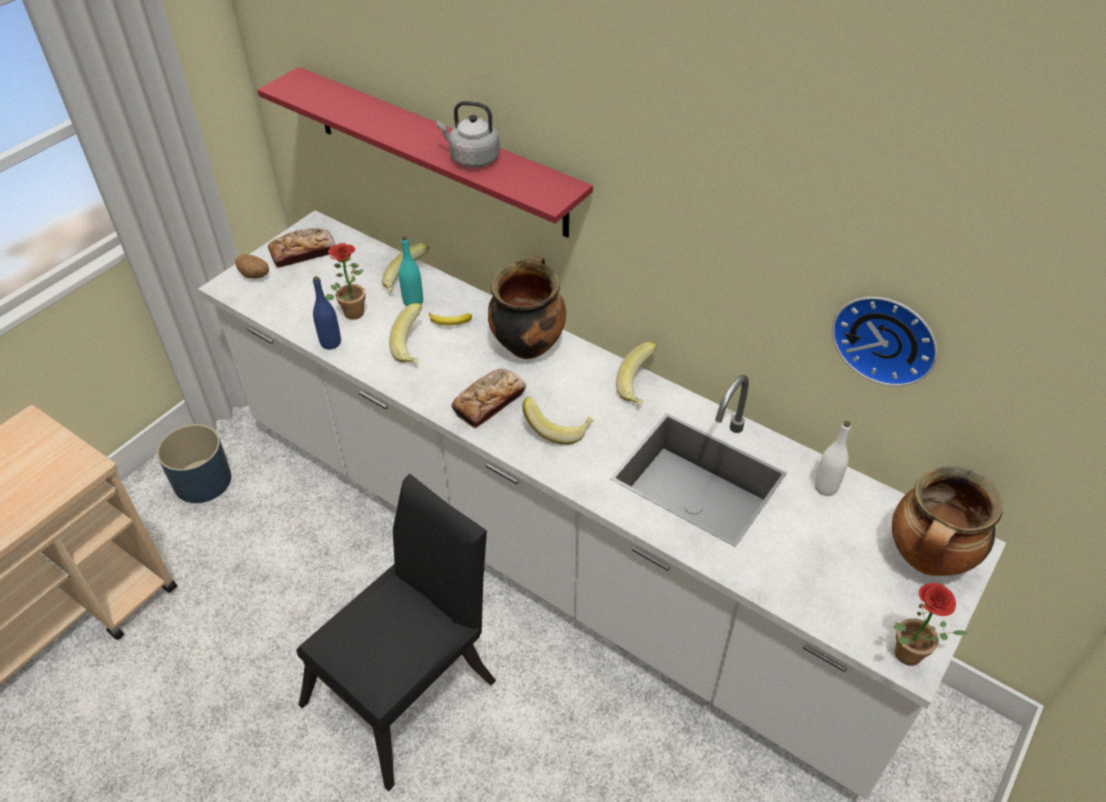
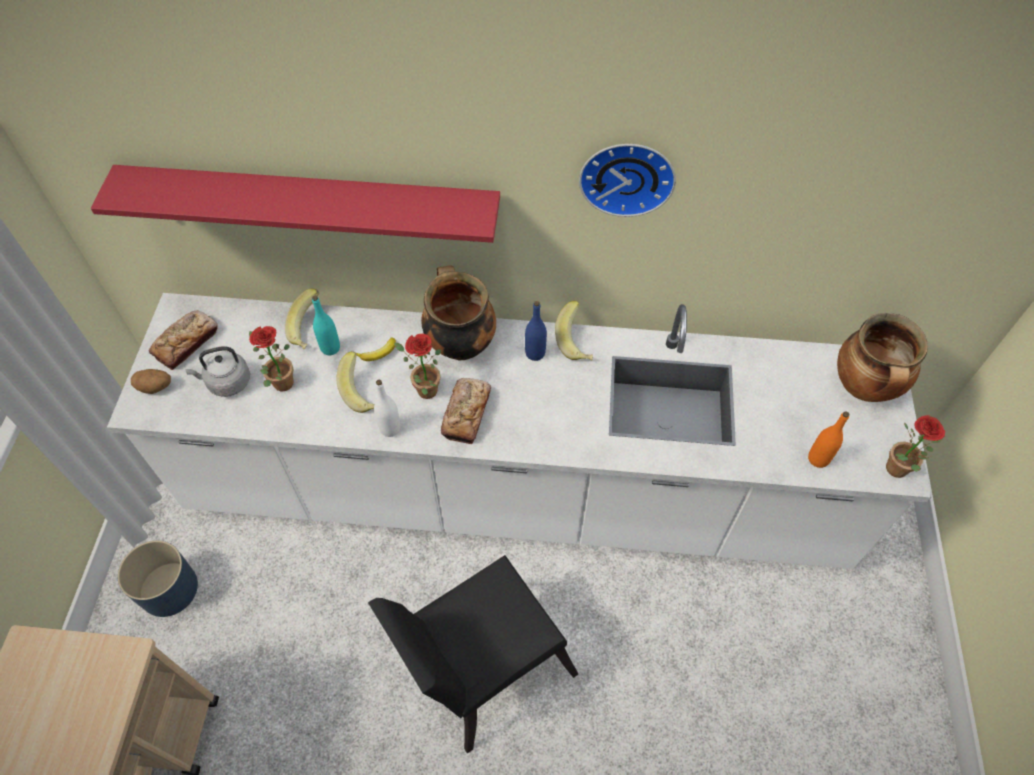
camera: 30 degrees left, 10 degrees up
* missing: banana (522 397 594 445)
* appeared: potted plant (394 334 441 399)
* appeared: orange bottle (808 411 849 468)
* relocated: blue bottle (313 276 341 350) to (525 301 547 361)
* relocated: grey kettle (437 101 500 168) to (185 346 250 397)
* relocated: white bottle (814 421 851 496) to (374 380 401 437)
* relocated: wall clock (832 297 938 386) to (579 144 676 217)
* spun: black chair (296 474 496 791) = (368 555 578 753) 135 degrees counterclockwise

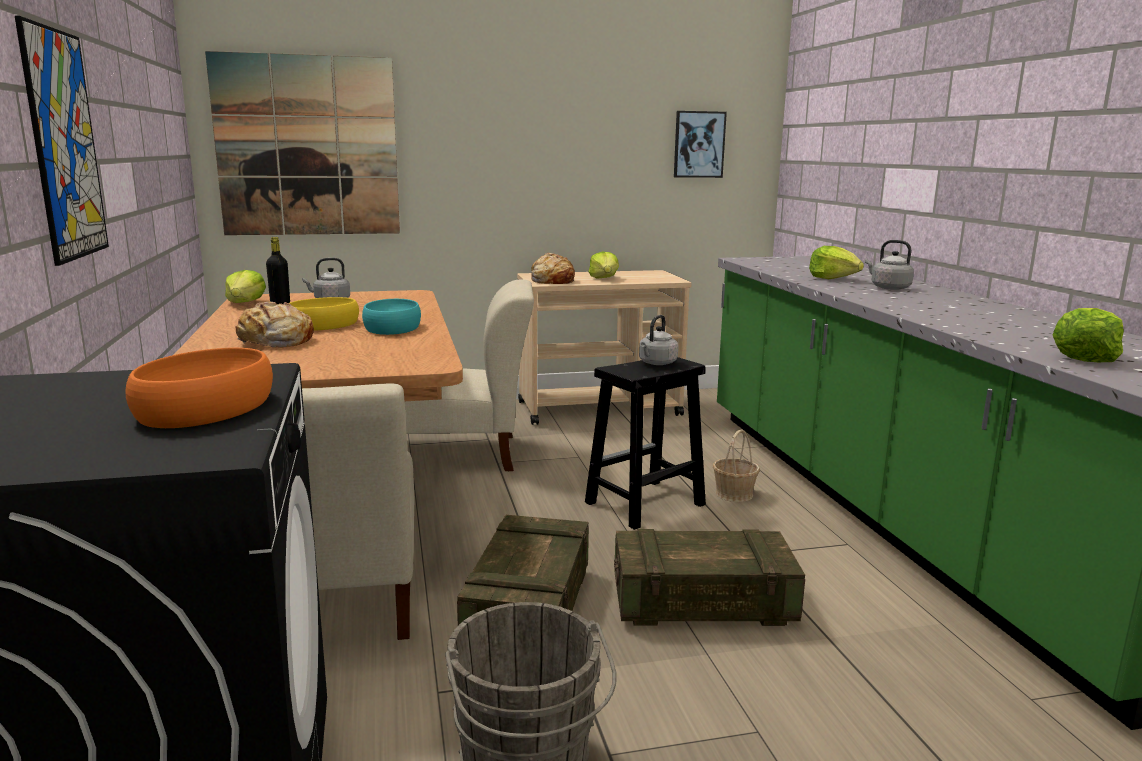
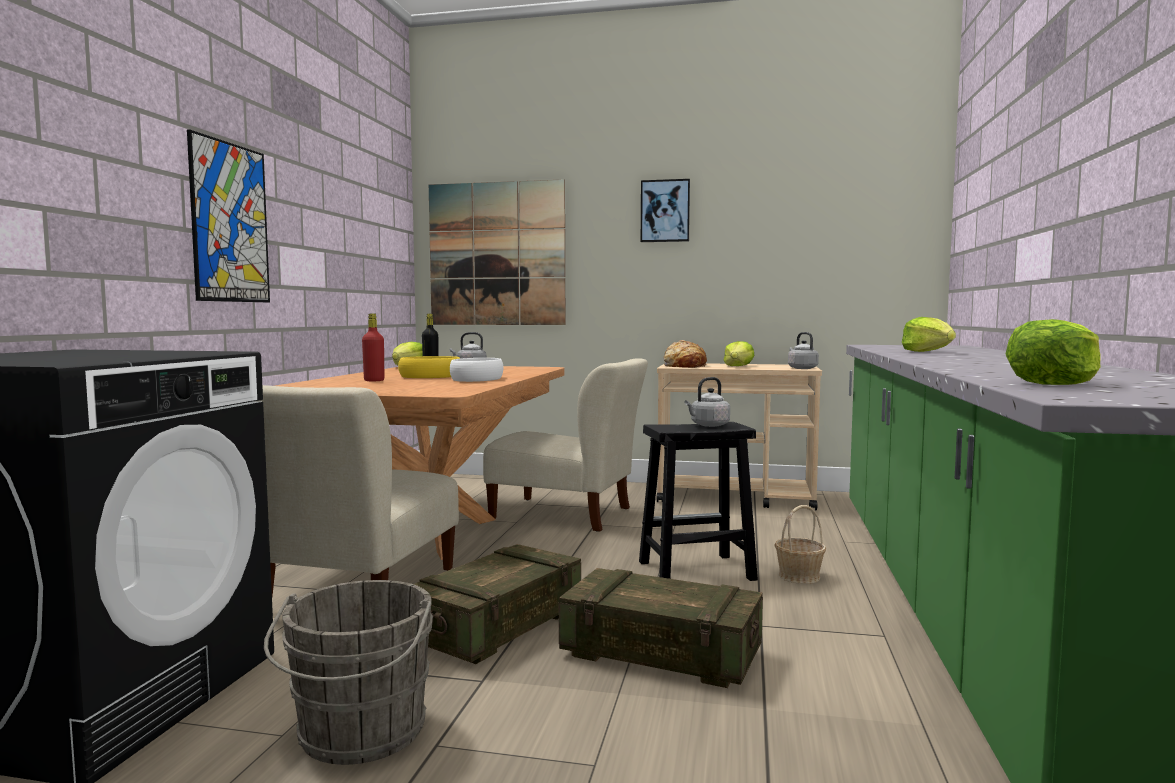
camera: 25 degrees right, 10 degrees down
* missing: orange bowl (125 348 273 428)
* relocated: picture (674 111 727 178) to (641 179 690 242)
* relocated: grey kettle (865 240 914 290) to (788 332 819 369)
* exchanged: bread (235 302 314 348) to red bottle (362 313 384 381)
* colour: turquoise bowl (362 299 421 335) to white bowl (450 358 504 382)

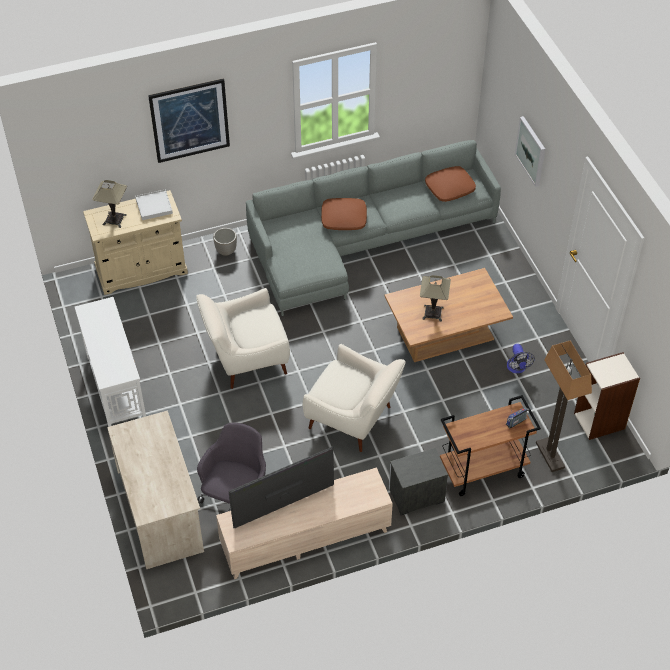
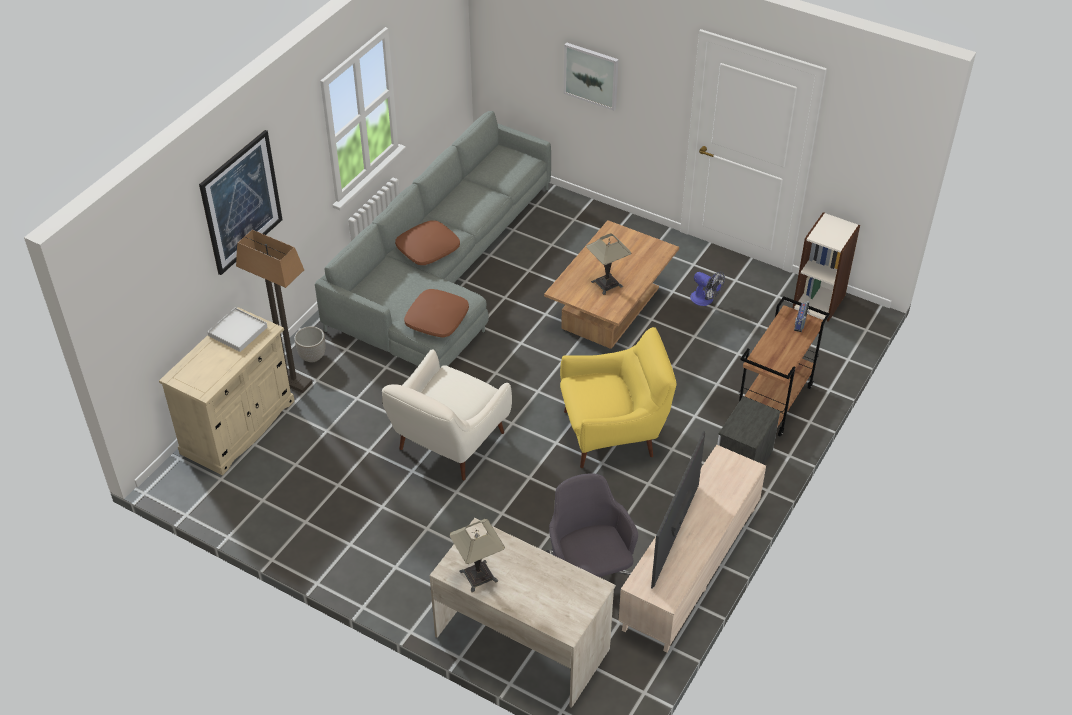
camera: 40 degrees left, 5 degrees down
* missing: white console table (75 297 146 427)
* relocated: table lamp (92 180 127 228) to (449 519 505 592)
* relocated: brown pillow (425 166 476 202) to (404 289 469 338)
* relocated: floor lamp (536 340 592 472) to (236 230 313 393)
* colour: white armchair (303 344 405 452) to yellow armchair (560 327 677 468)

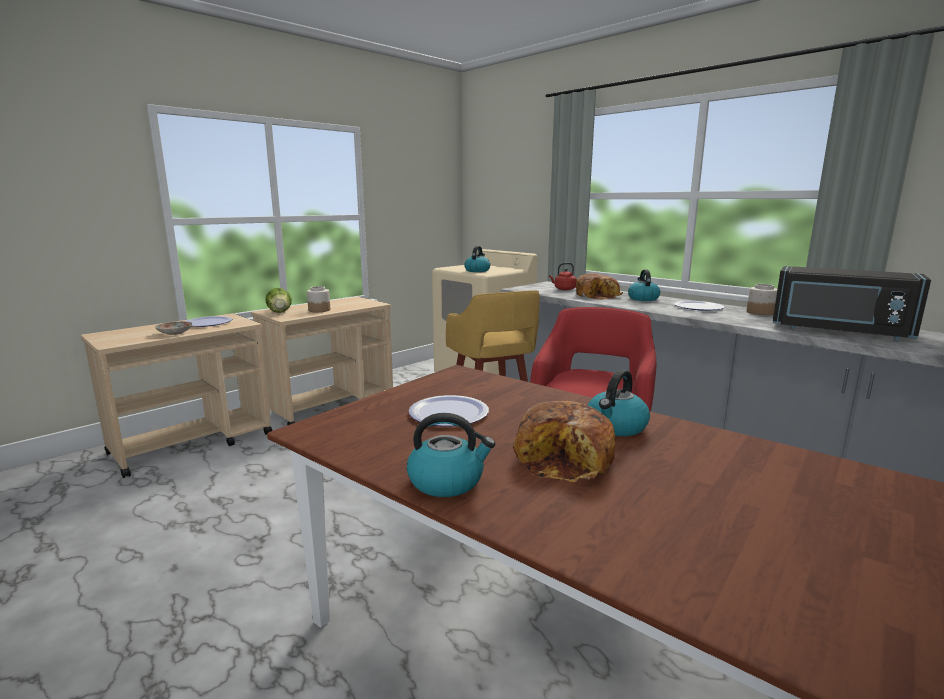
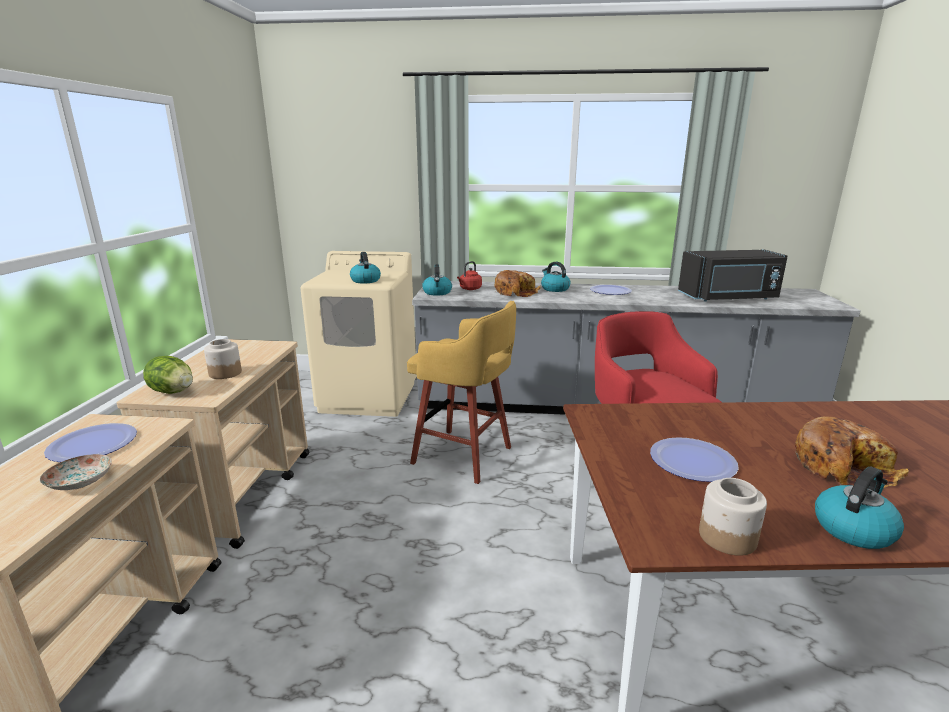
camera: 40 degrees left, 5 degrees up
* relocated: kettle (587 370 650 436) to (422 264 452 296)
* relocated: jar (746 284 777 315) to (699 478 767 556)

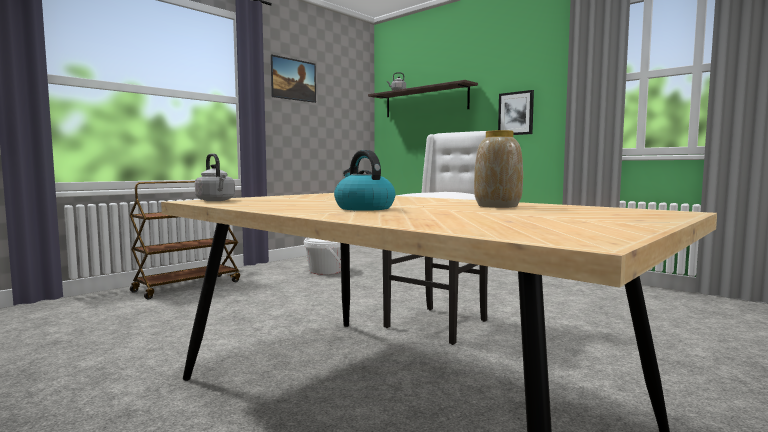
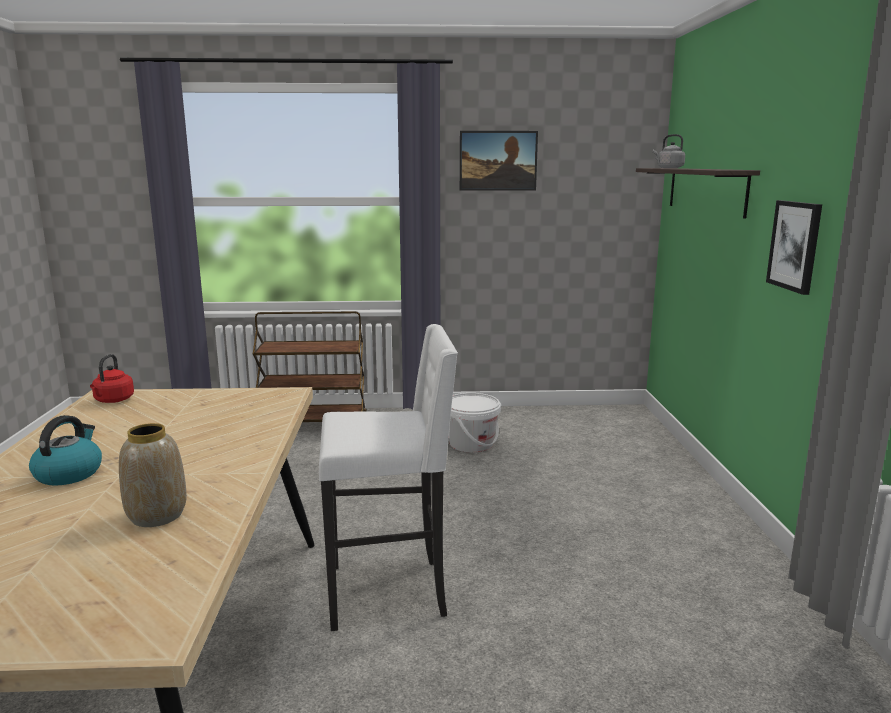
camera: 45 degrees right, 10 degrees up
* colour: grey kettle (195 153 235 201) to red kettle (90 354 134 403)

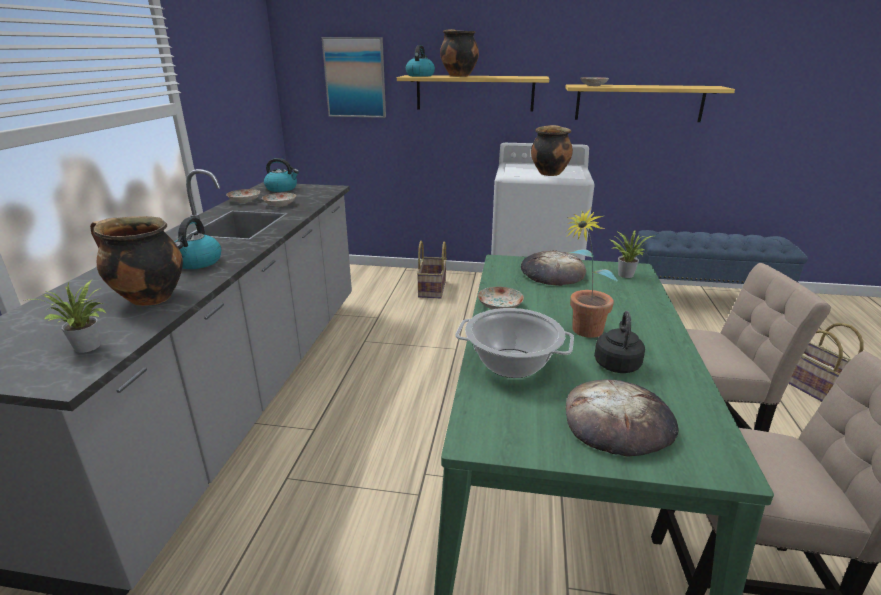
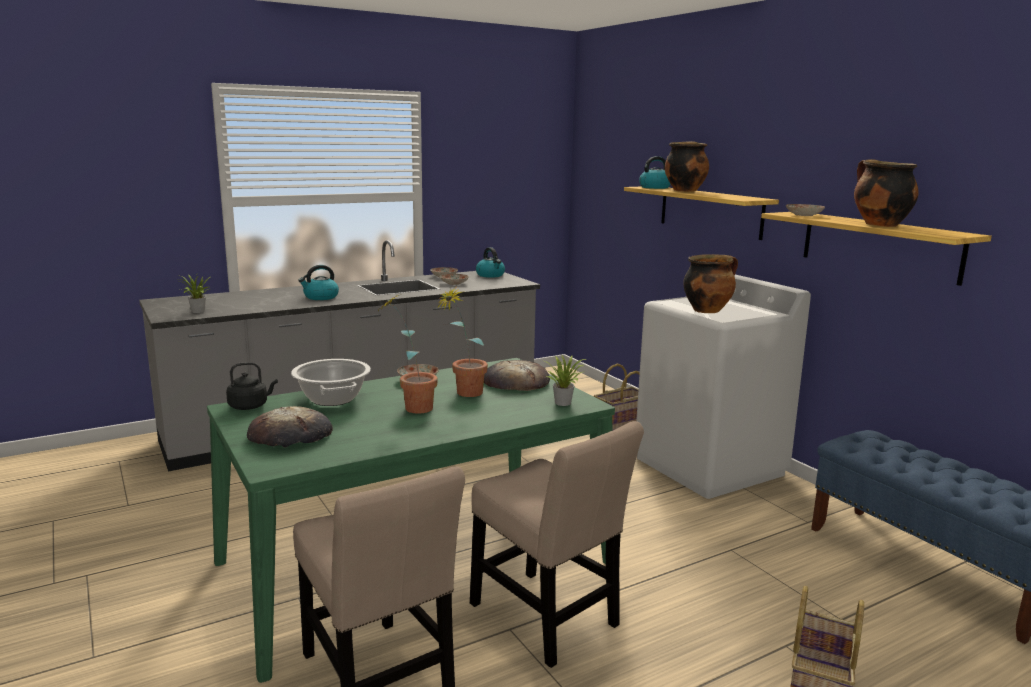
camera: 50 degrees right, 10 degrees down
* missing: picture (322 37 386 118)
* appeared: potted plant (436 286 488 397)
* relocated: cooking pot (90 216 183 306) to (854 159 919 227)
* relocated: black kettle (594 311 645 373) to (226 362 278 410)

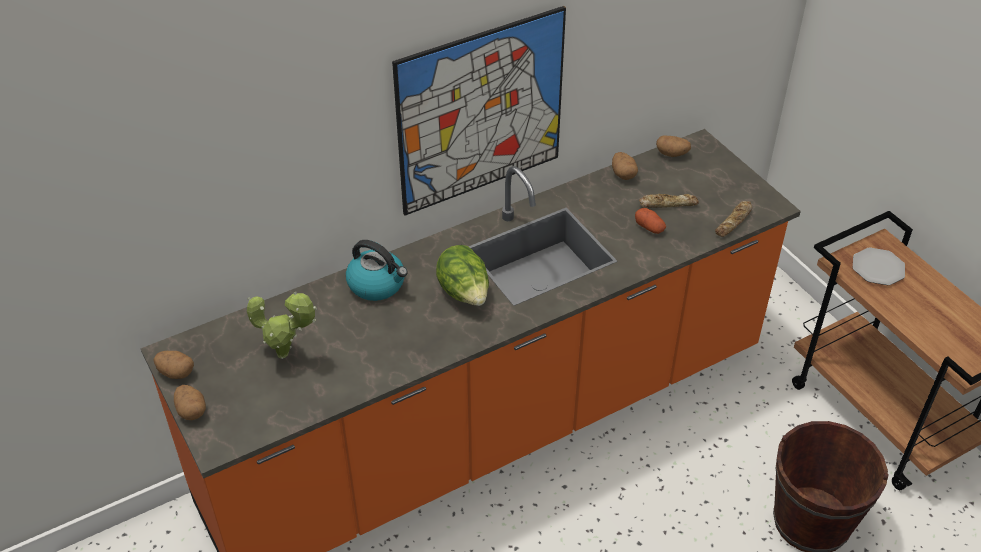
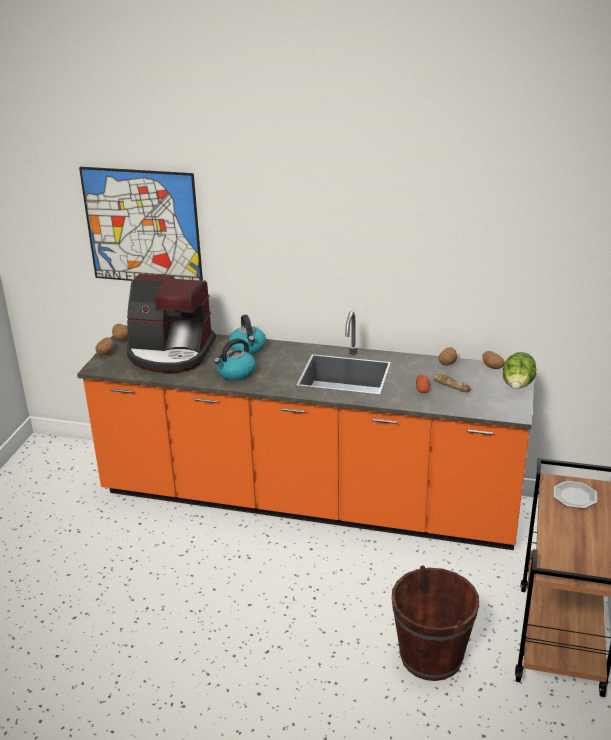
camera: 45 degrees right, 15 degrees down
* missing: bread (715 201 752 237)
* appeared: kettle (214 338 256 380)
* relocated: picture (392 6 566 216) to (79 167 203 281)
* relocated: lettuce (436 245 489 306) to (503 352 536 389)
* exchanged: potted plant (247 292 317 359) to coffee machine (127 274 216 373)

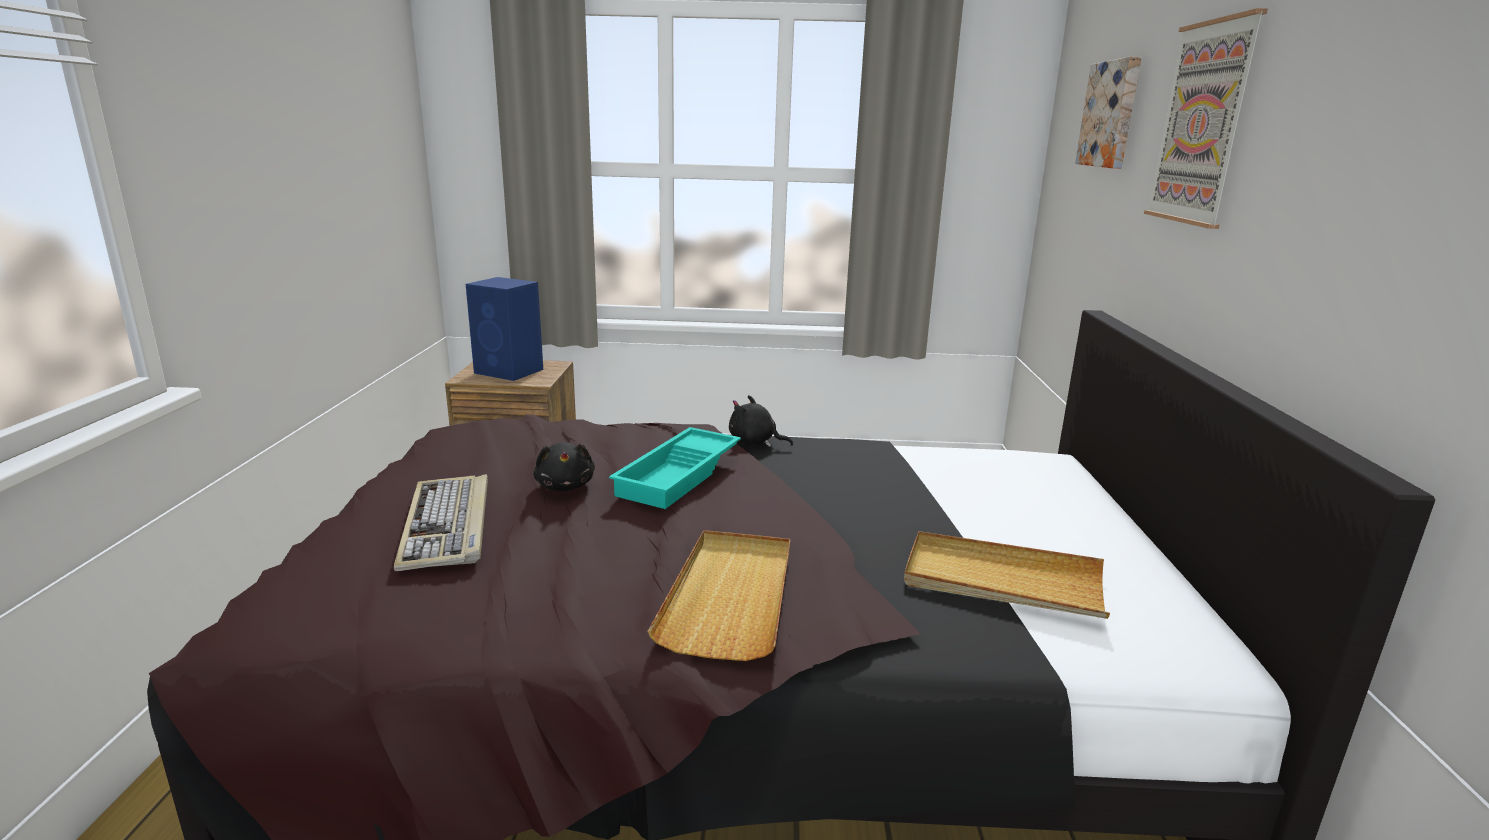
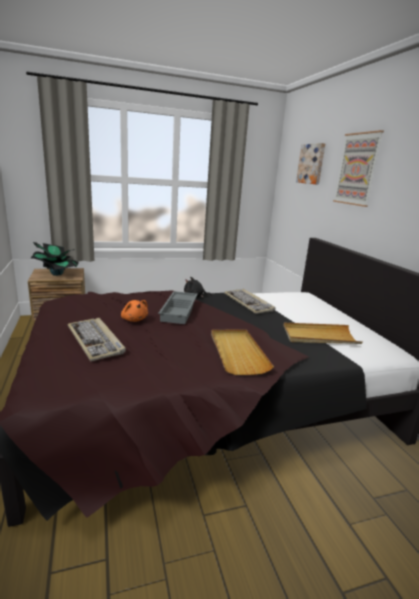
camera: 20 degrees left, 0 degrees up
* appeared: keyboard (224 289 275 314)
* exchanged: blue speaker (466 277 543 381) to potted plant (30 242 79 276)
* colour: black plush toy (533 442 595 491) to orange plush toy (121 300 148 322)
* colour: turquoise tray (609 427 741 509) to grey tray (158 291 198 324)

